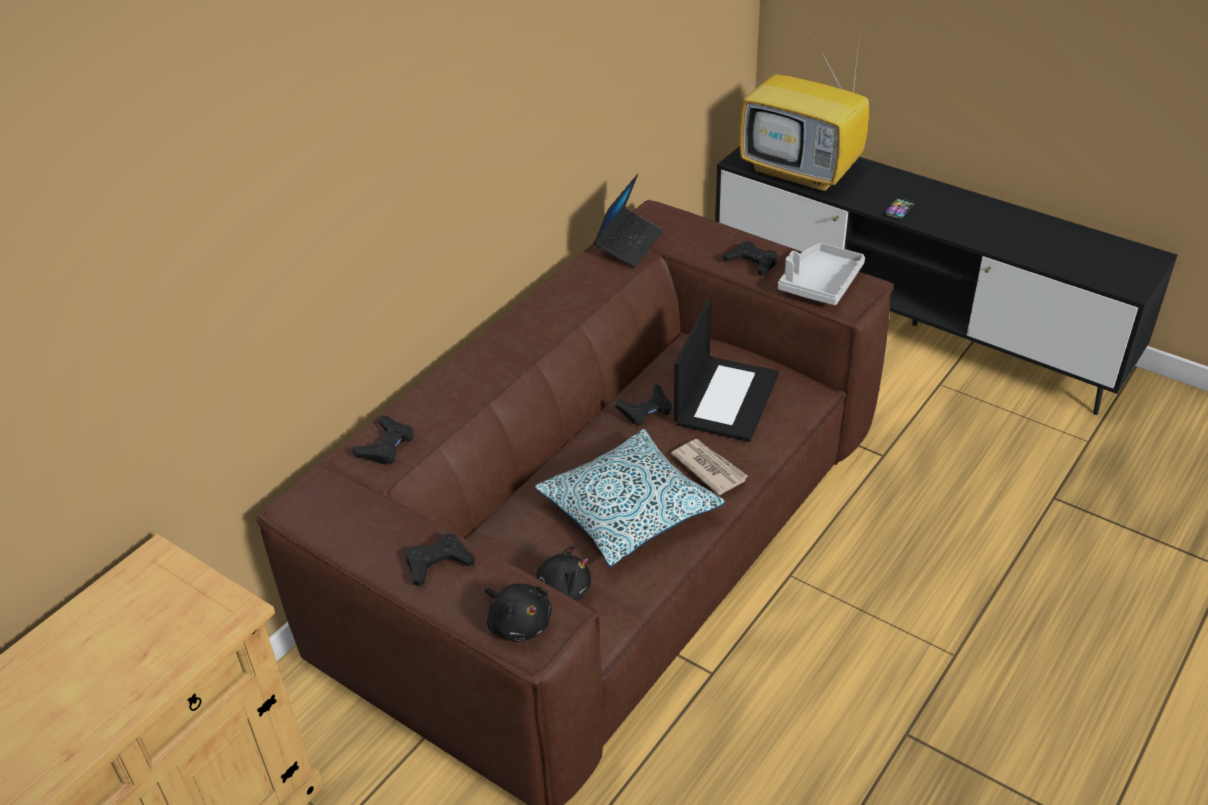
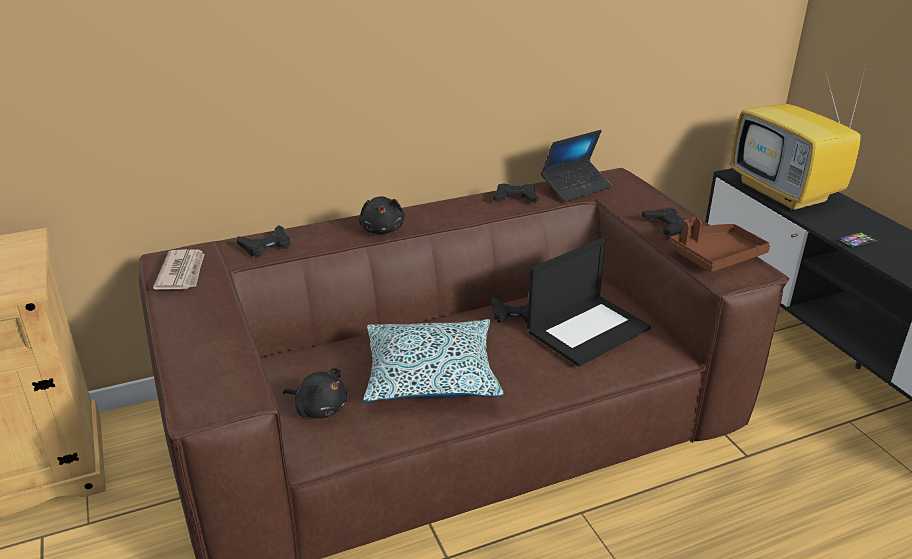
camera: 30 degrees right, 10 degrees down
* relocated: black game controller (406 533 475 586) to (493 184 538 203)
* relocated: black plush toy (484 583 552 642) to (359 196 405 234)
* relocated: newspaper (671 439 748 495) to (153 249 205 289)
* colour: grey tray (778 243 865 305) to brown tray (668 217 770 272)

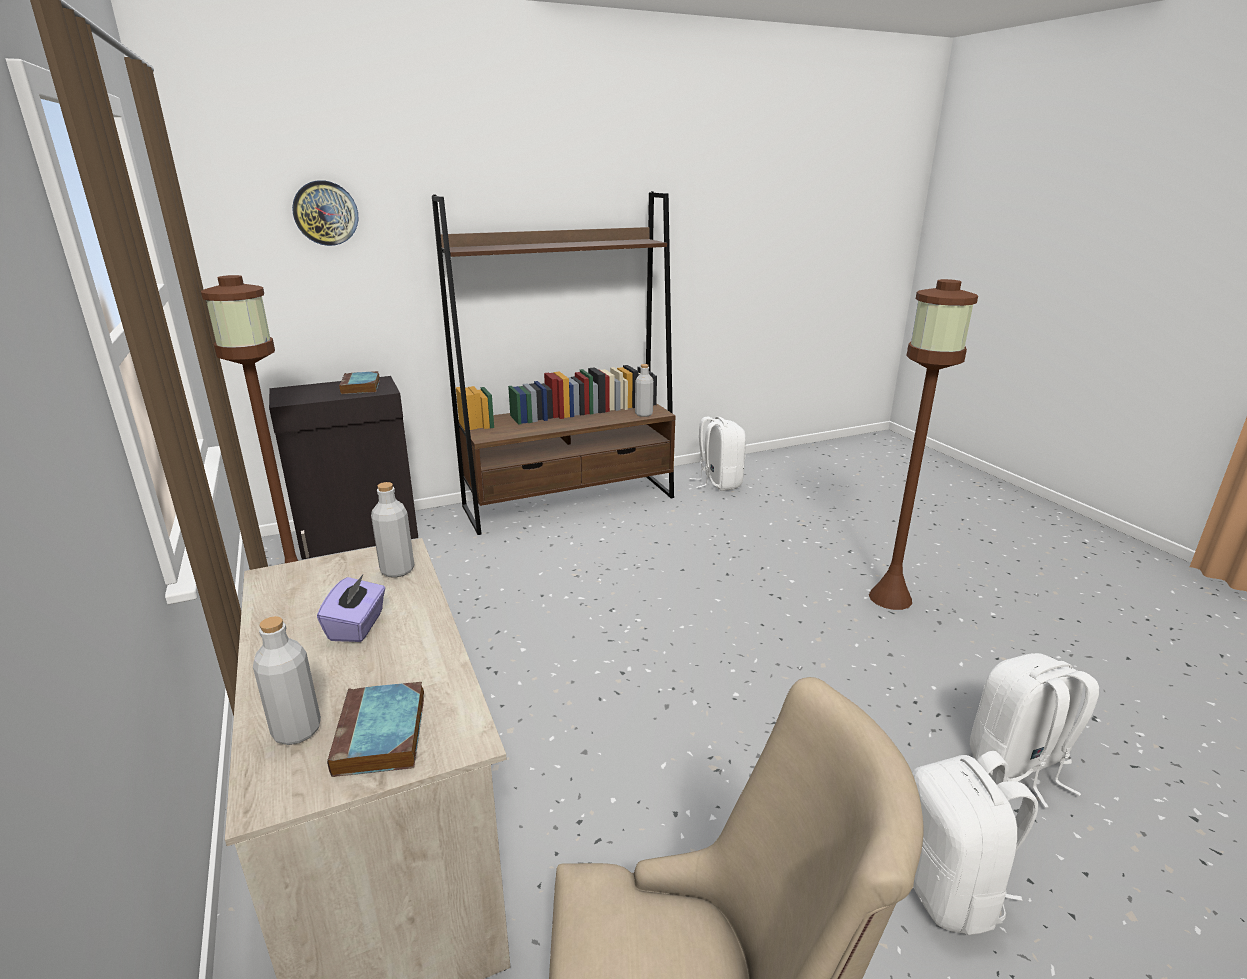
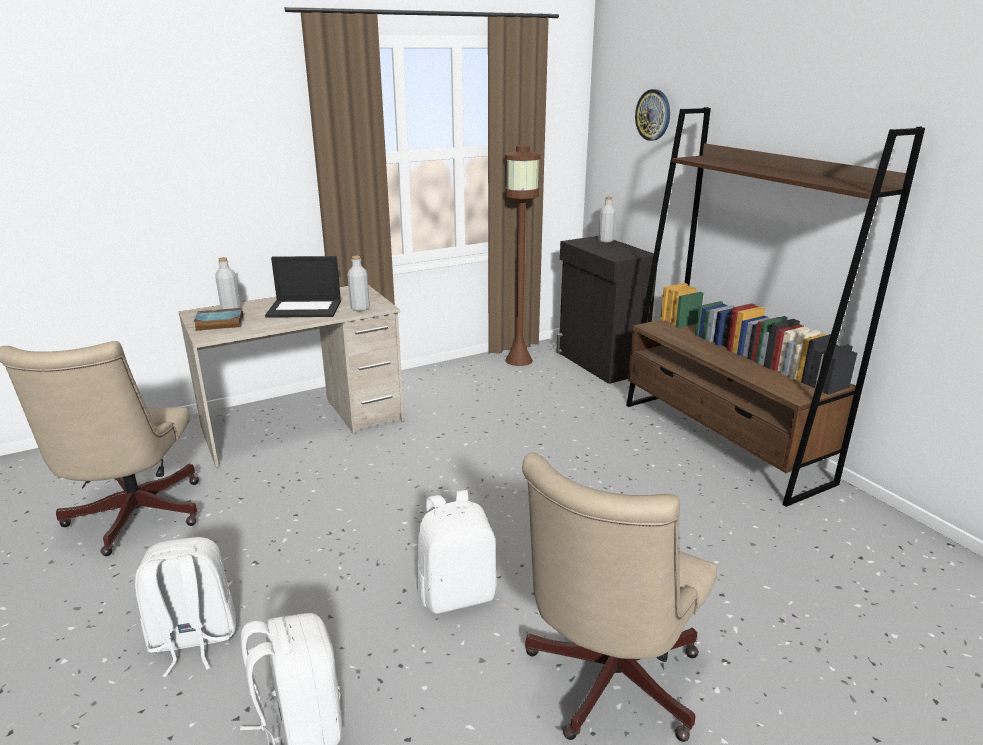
camera: 85 degrees right, 0 degrees up
* missing: book (339 371 380 394)
* relocated: grey bottle (635 364 654 417) to (598 197 616 242)
* relocated: white backpack (689 416 746 491) to (417 490 497 614)
* exchanged: purple tissue box (317 575 386 642) to laptop (265 256 341 318)
* exchanged: brown floor lamp (869 279 978 610) to beige office chair (522 452 717 742)

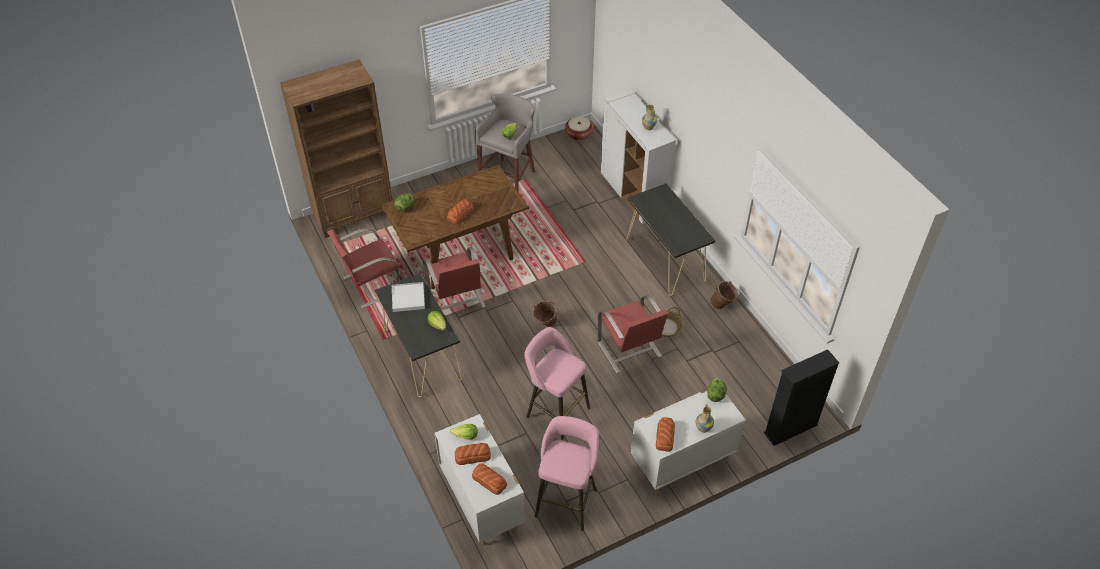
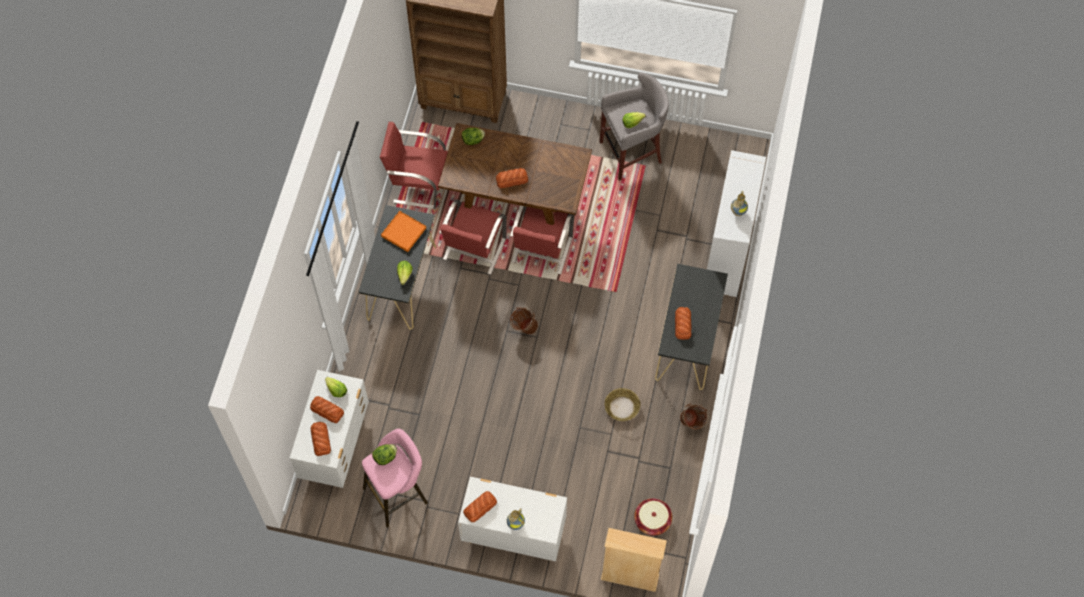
camera: 40 degrees right, 15 degrees up
* missing: pink stool (524 327 590 440)
* appeared: bread (675 307 691 340)
* relocated: basket (565 117 593 140) to (634 498 672 536)
* relocated: red chair (598 295 668 373) to (510 206 574 274)
* relocated: lettuce (707 378 727 402) to (372 444 397 465)
* colour: white tray (392 282 425 312) to orange tray (381 211 426 252)
* colour: black bookcase (764 349 839 446) to beige bookcase (601 528 667 592)

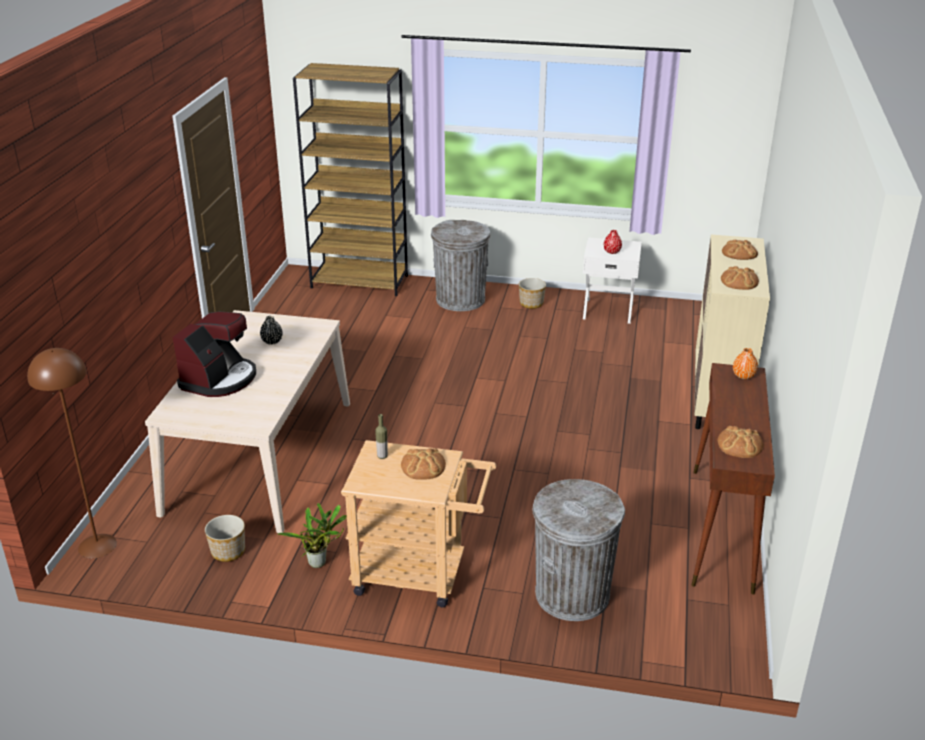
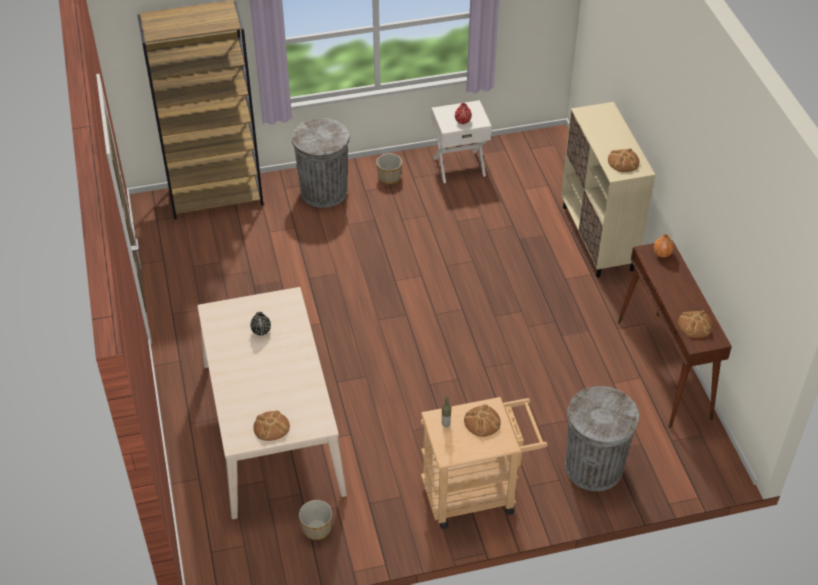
camera: 25 degrees left, 15 degrees up
* missing: brown floor lamp (27 348 117 558)
* missing: coffee machine (172 311 256 397)
* missing: potted plant (277 503 347 568)
* relocated: bread (722 240 758 260) to (253 410 290 441)

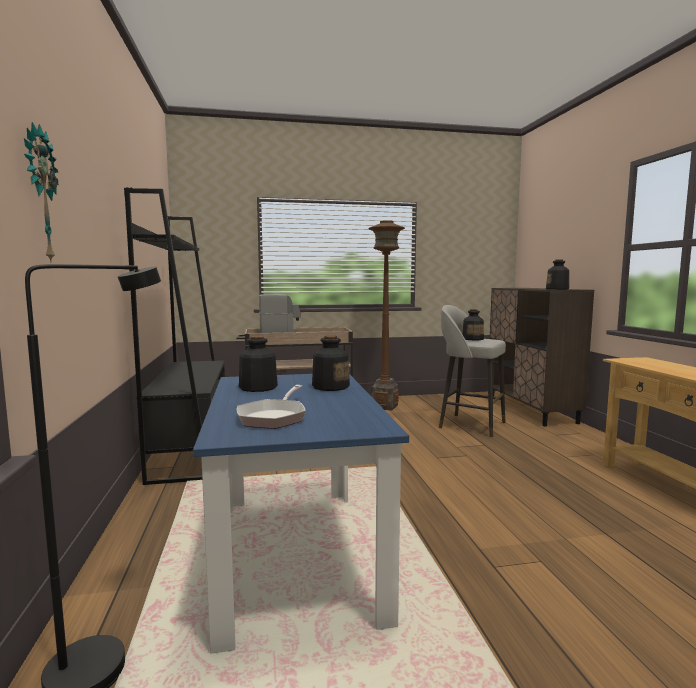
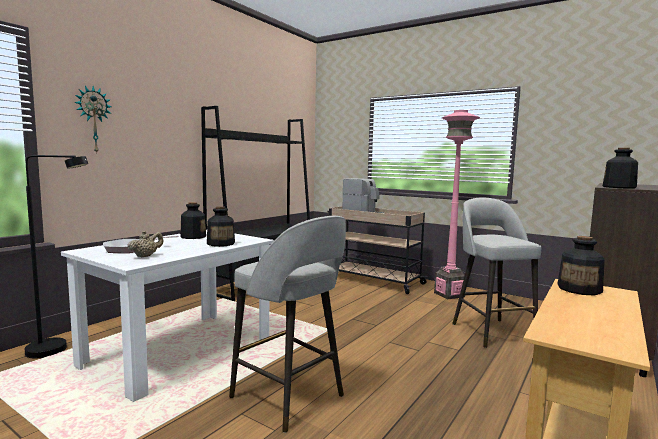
camera: 45 degrees right, 0 degrees up
* appeared: beige teapot (127 231 163 258)
* appeared: grey stool (229 216 346 433)
* relocated: bottle (462 309 484 340) to (558 236 605 296)
* colour: blue dining table (193 374 409 654) to white dining table (61 230 274 402)
* colour: brown floor lamp (368 220 405 411) to pink floor lamp (434 110 480 299)

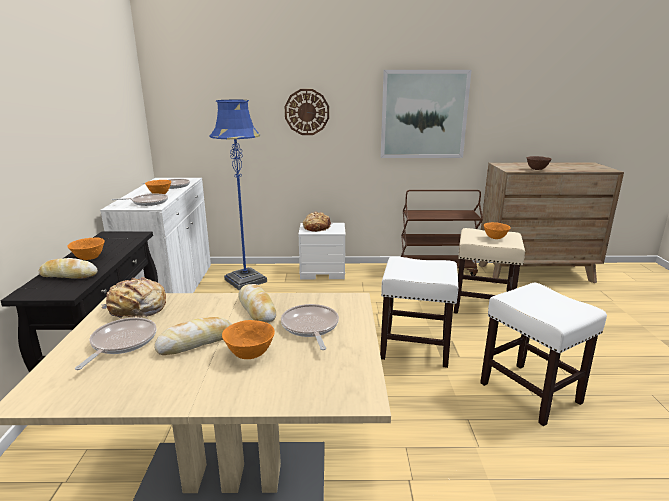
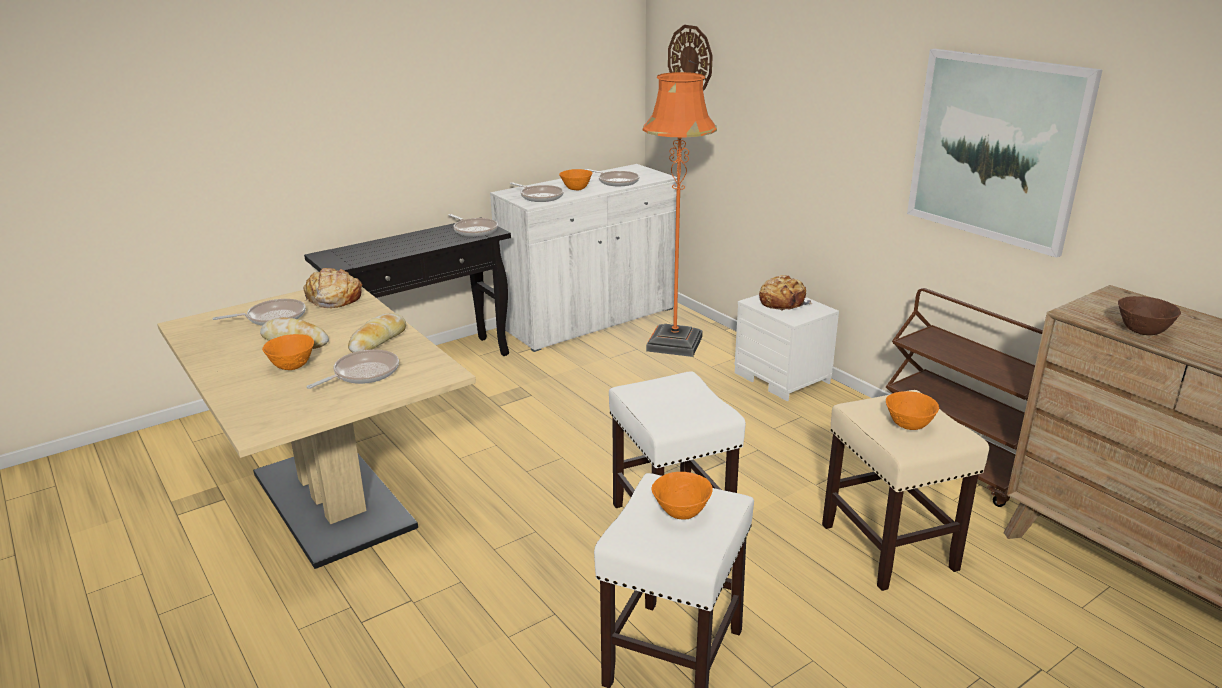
camera: 55 degrees right, 5 degrees up
* missing: bread (39 258 98 279)
* appeared: frying pan (448 214 498 237)
* relocated: orange bowl (67 237 105 260) to (651 472 713 520)
* relocated: wall clock (285 89 329 135) to (668 25 713 90)
* colour: blue floor lamp (209 100 267 290) to orange floor lamp (643 72 717 357)

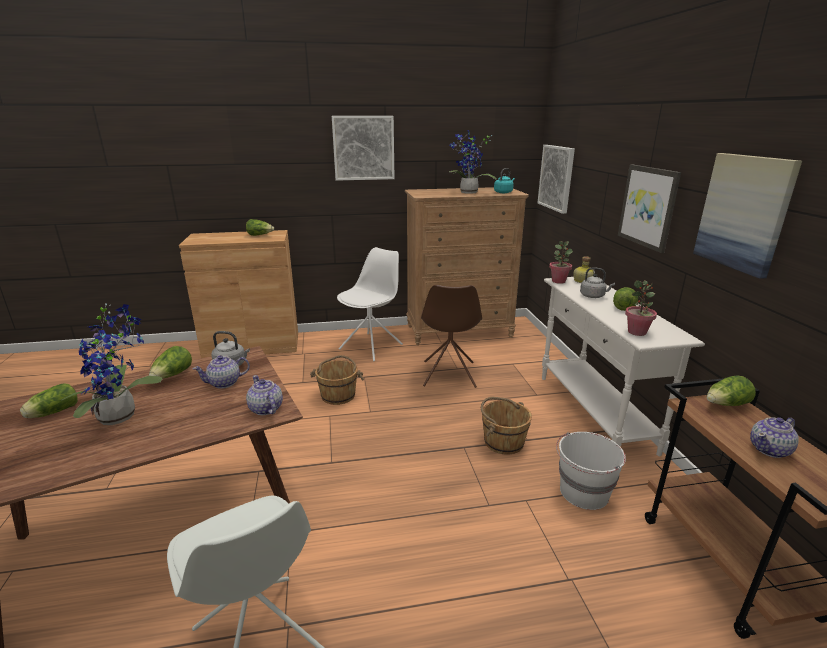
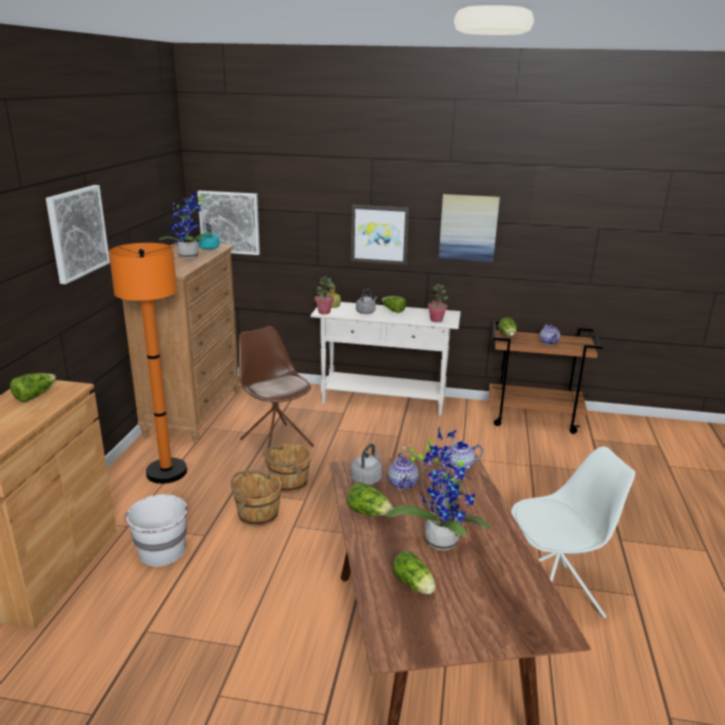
camera: 70 degrees left, 0 degrees up
* relocated: brown bucket (481 397 532 455) to (263 443 311 493)
* relocated: white bucket (556 432 626 510) to (125 494 188 567)
* exchanged: white chair (337 247 403 361) to orange floor lamp (109 243 187 484)
* spun: brown chair (421 285 482 388) = (239 326 314 463) 150 degrees counterclockwise

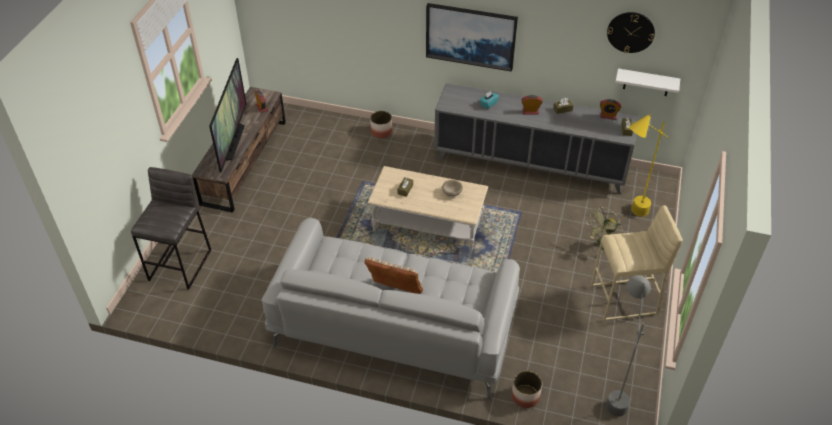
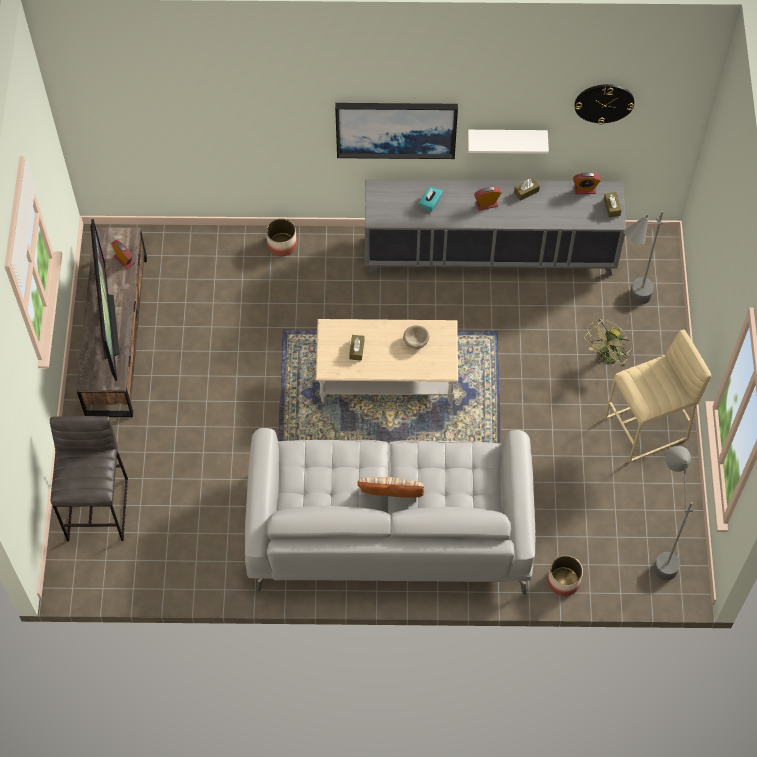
camera: 15 degrees left, 15 degrees up
* relocated: white shelf (615 69 680 96) to (468 130 549 154)
* colour: yellow floor lamp (629 113 668 217) to grey floor lamp (624 211 668 304)

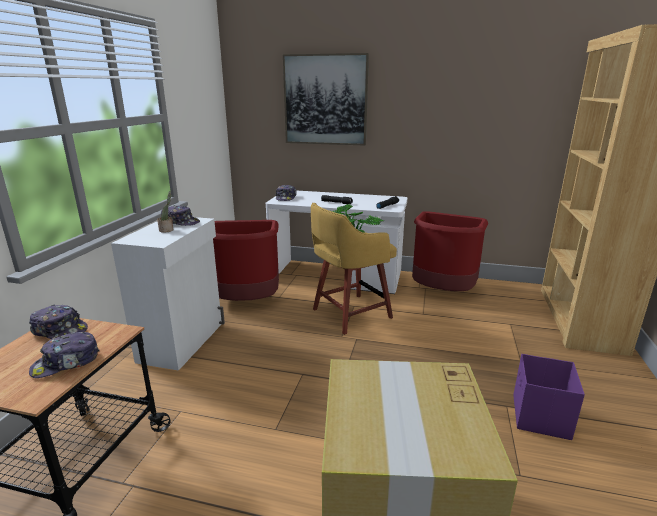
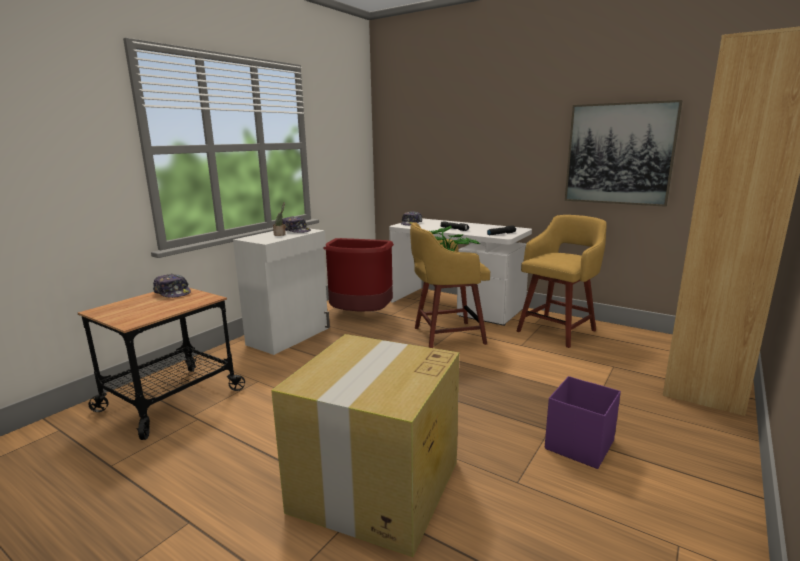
camera: 20 degrees right, 5 degrees down
* missing: cap (29 332 100 378)
* relocated: picture (283 53 369 145) to (565 100 683 207)
* exchanged: red trash can (412 211 488 291) to yellow stool (516 215 607 348)

